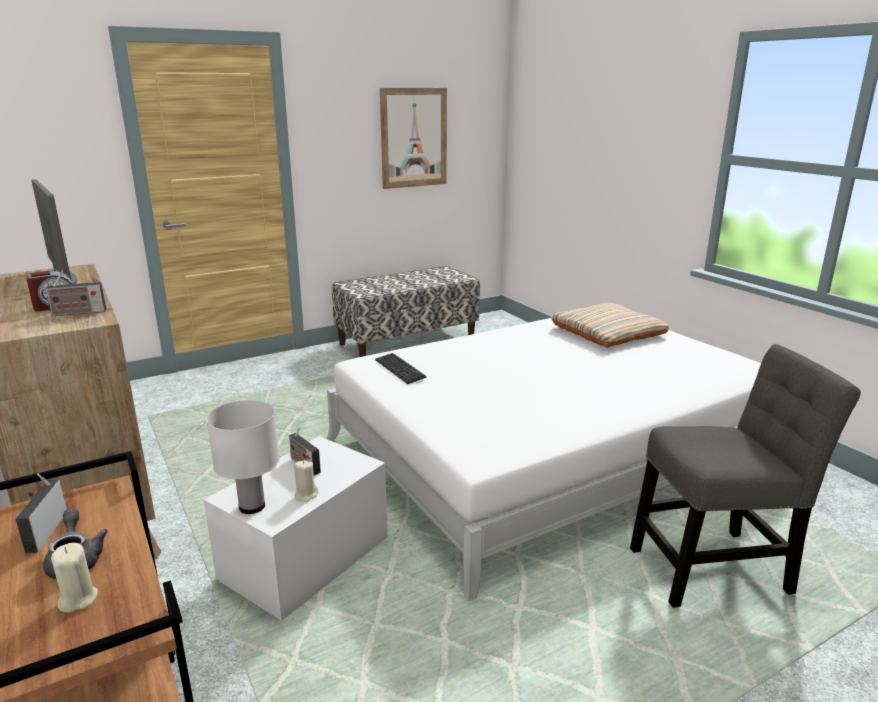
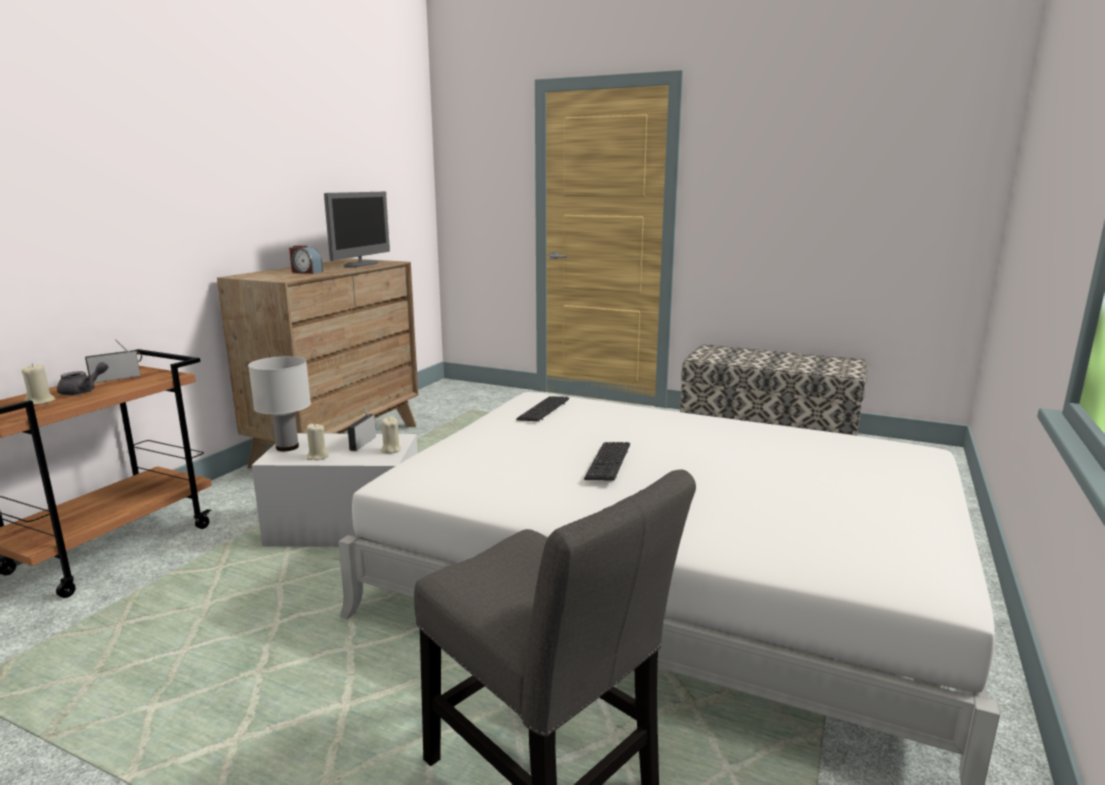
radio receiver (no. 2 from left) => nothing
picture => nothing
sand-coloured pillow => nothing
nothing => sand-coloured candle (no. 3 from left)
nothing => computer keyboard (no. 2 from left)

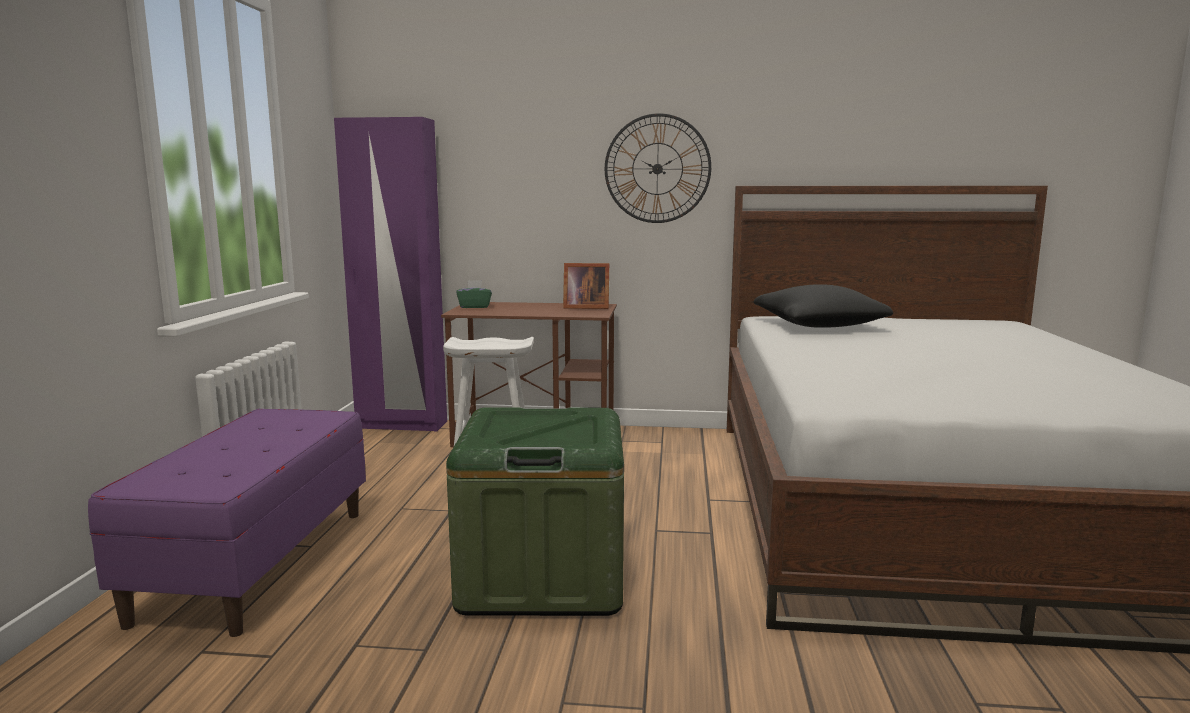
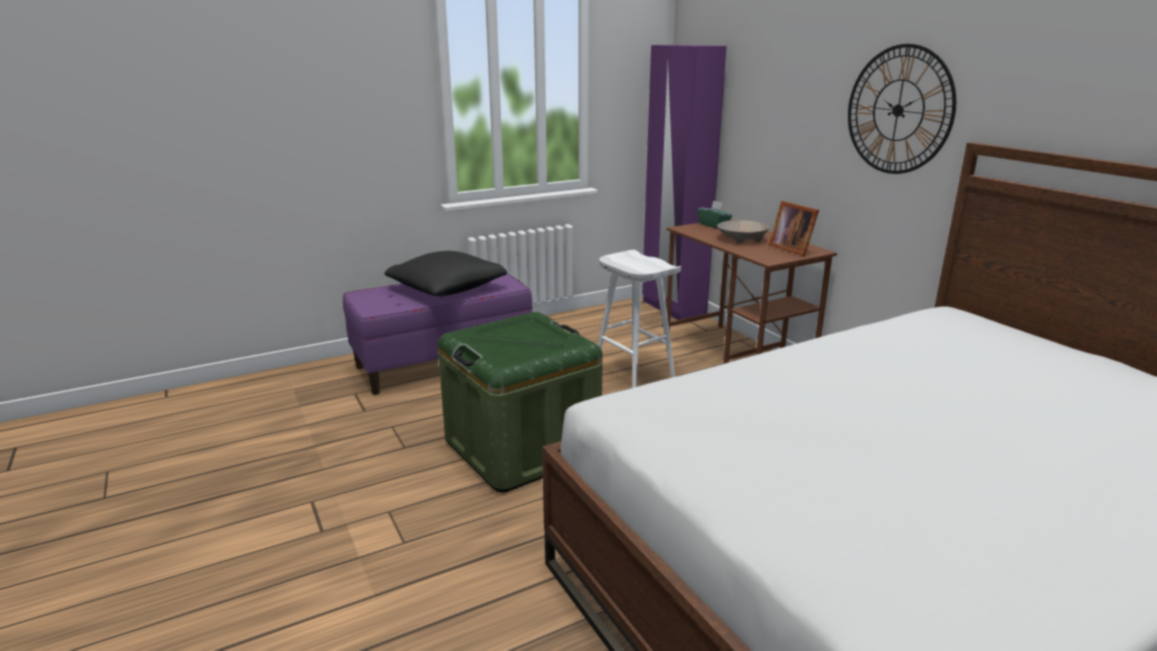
blackish pillow, relocated
nothing => sand-coloured bowl

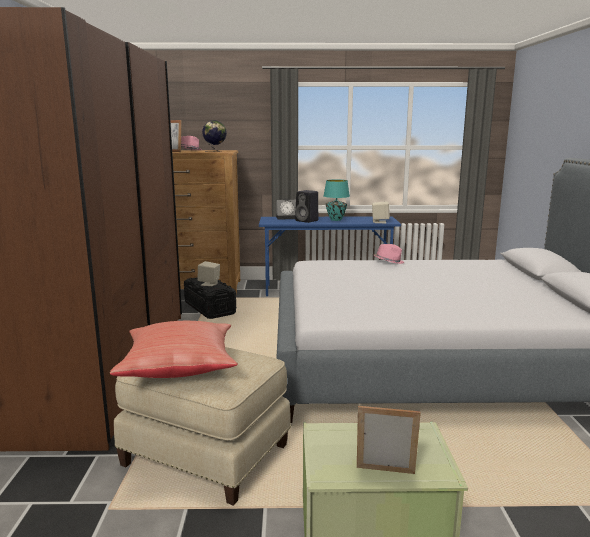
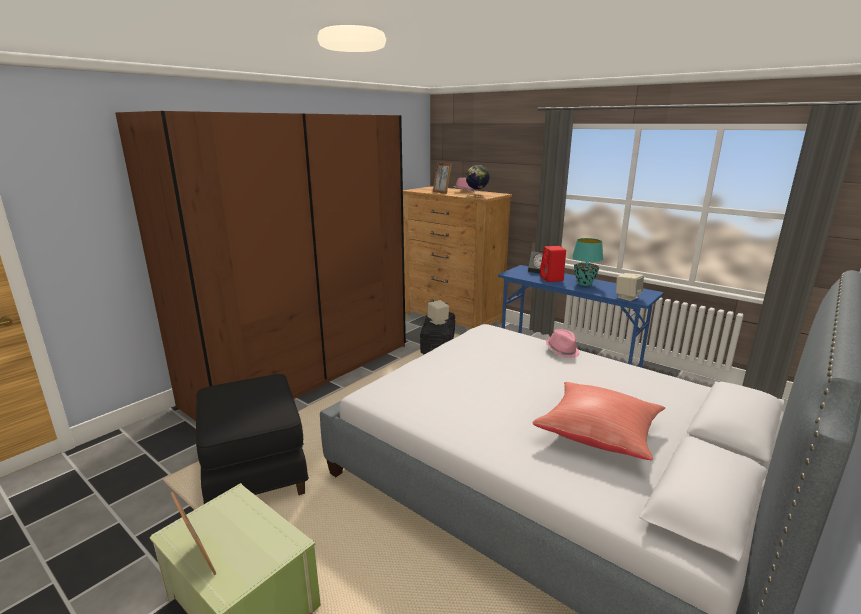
red-coloured pillow, relocated
sand-coloured pouffe => blackish pouffe
blackish speaker => red-coloured speaker

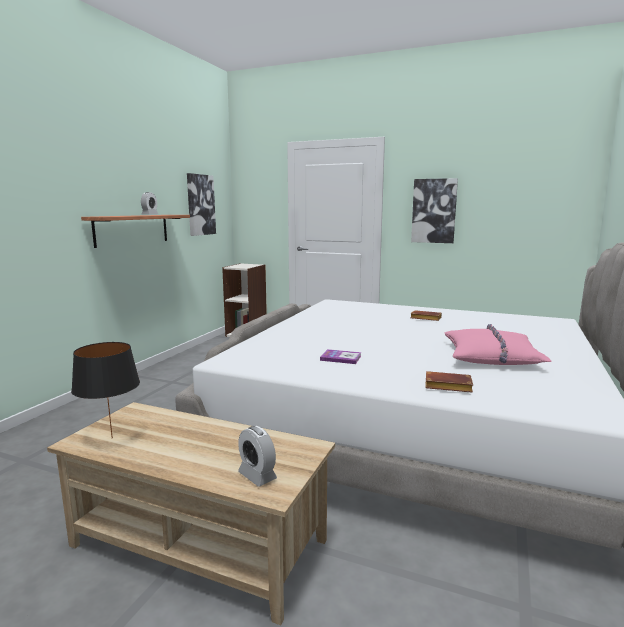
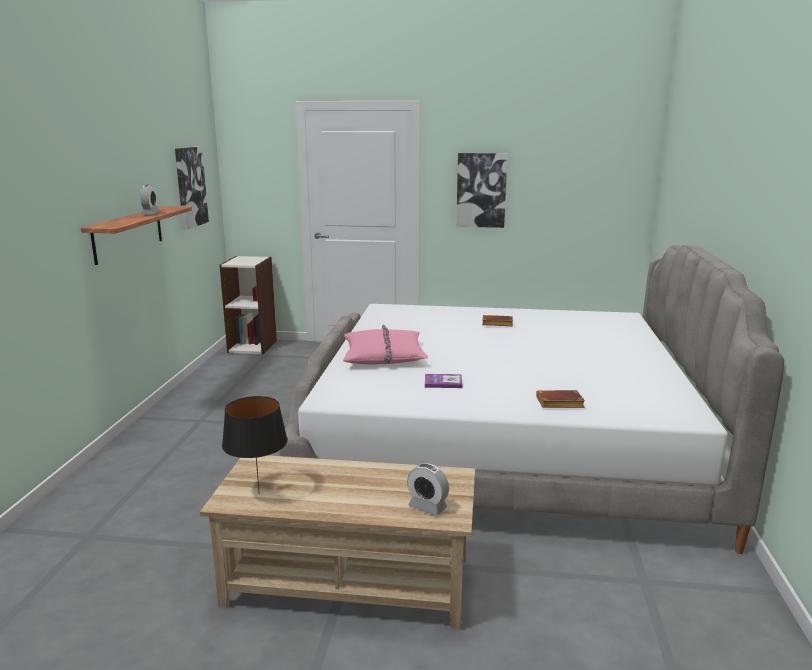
pinkish pillow, relocated

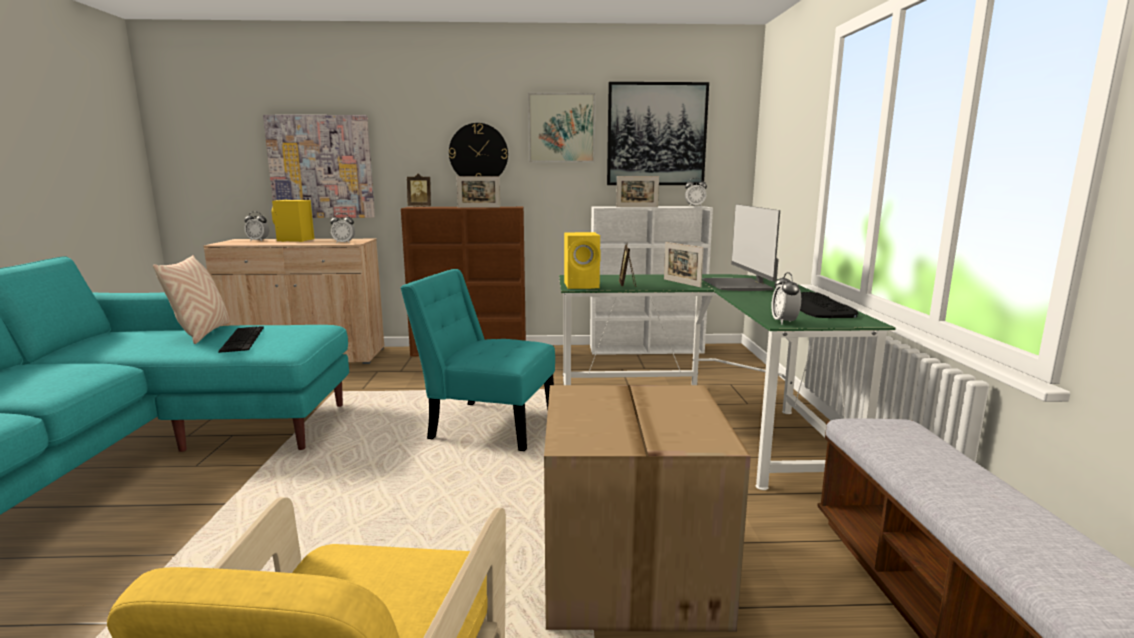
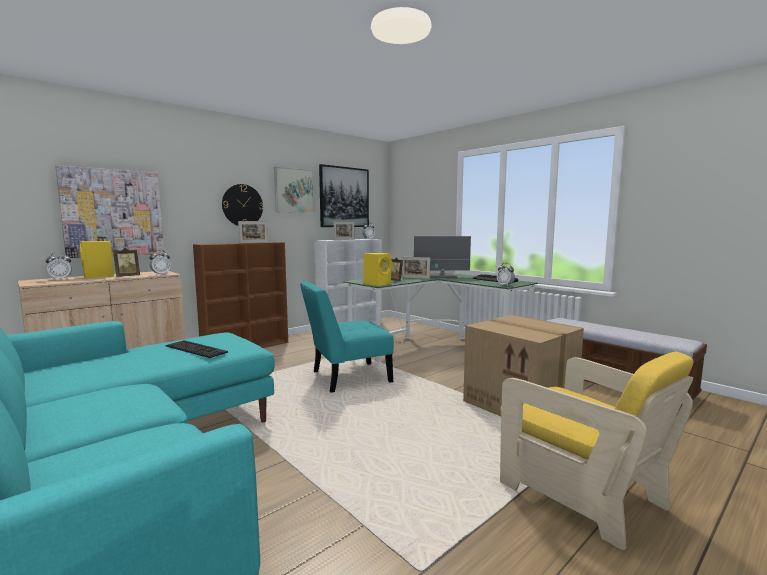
sand-coloured pillow => nothing
standing frame (no. 1 from left), relocated
computer screen, 135 degrees clockwise

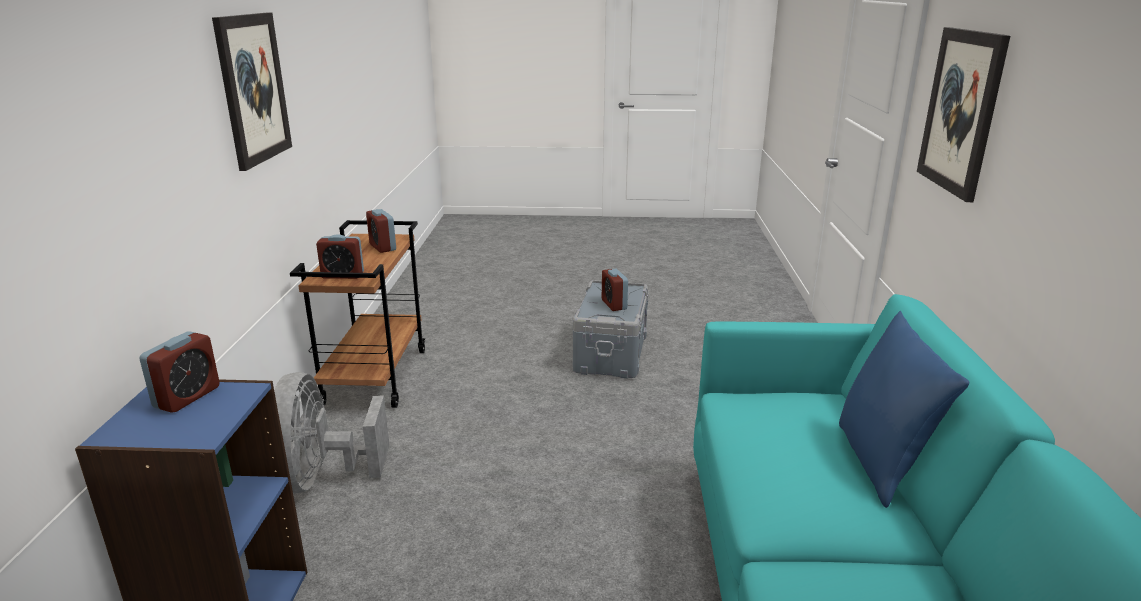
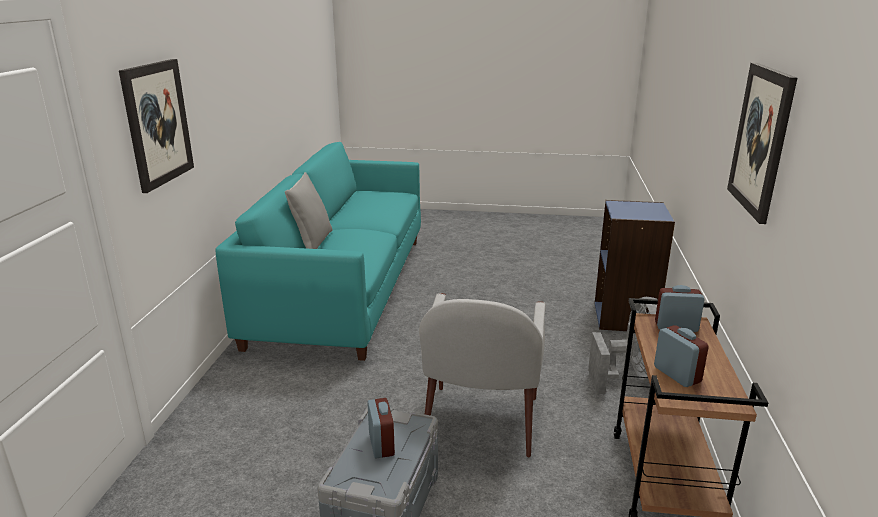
bedside clock (no. 1 from left) => nothing
bluish pillow => grey pillow
nothing => white armchair

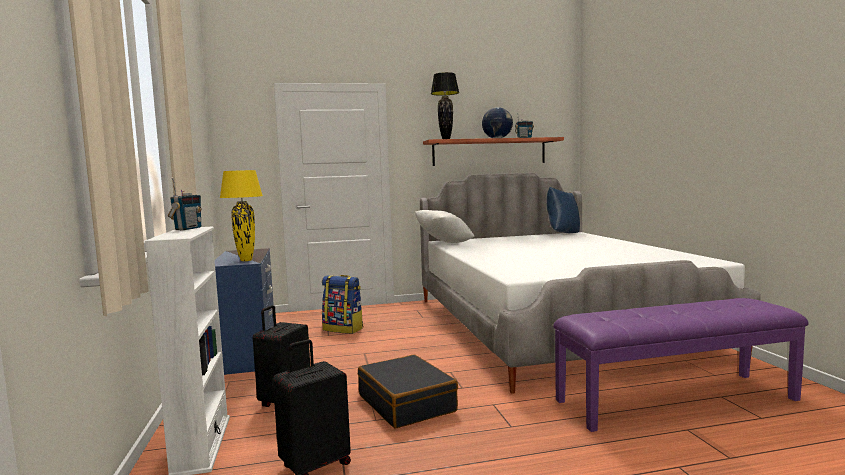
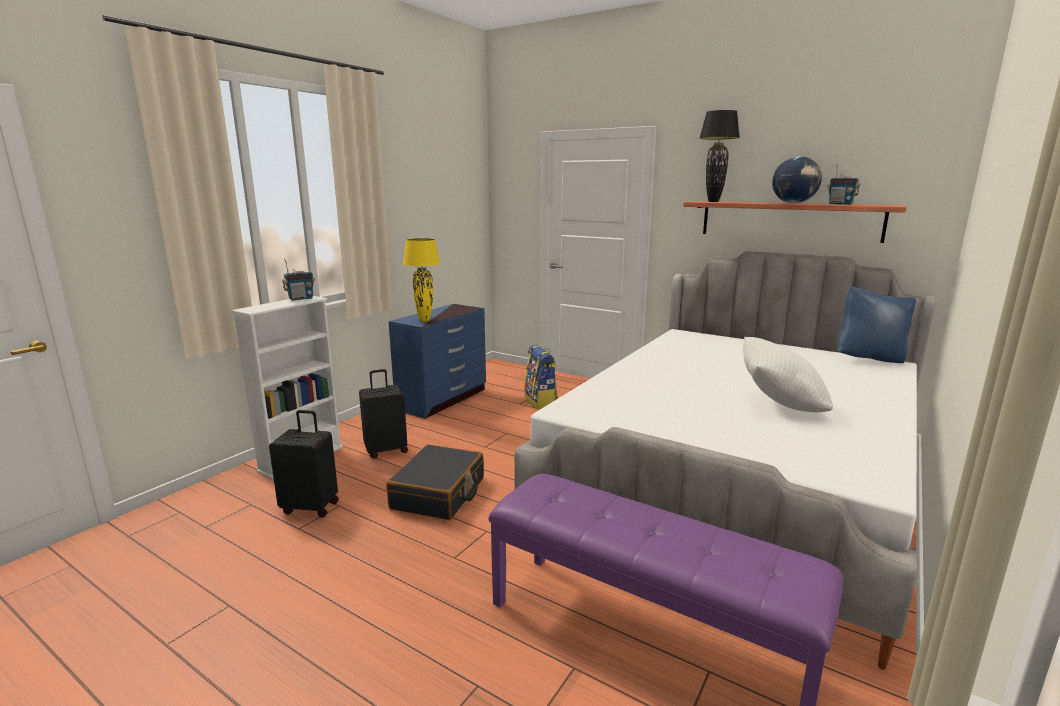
white pillow, relocated

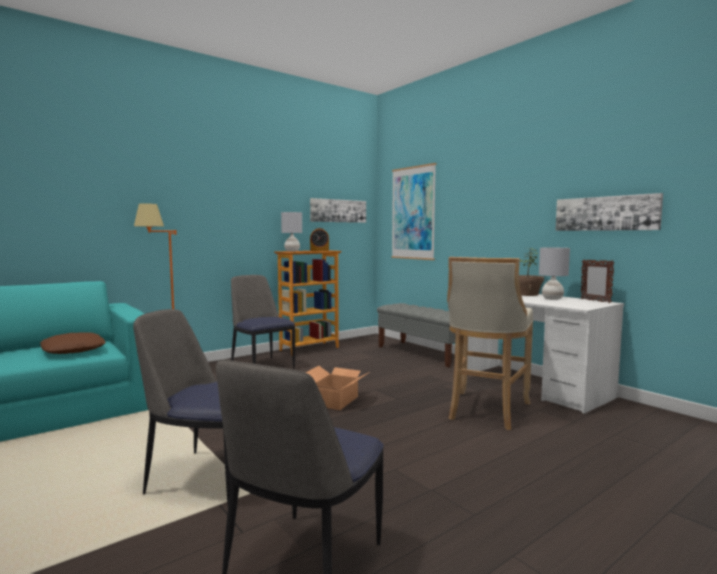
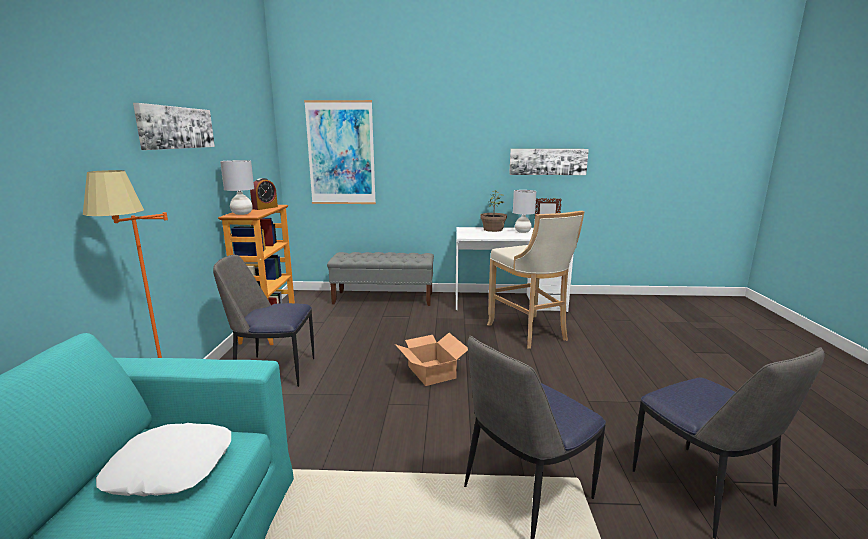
brown-coloured pillow => white pillow
picture (no. 1 from left), relocated

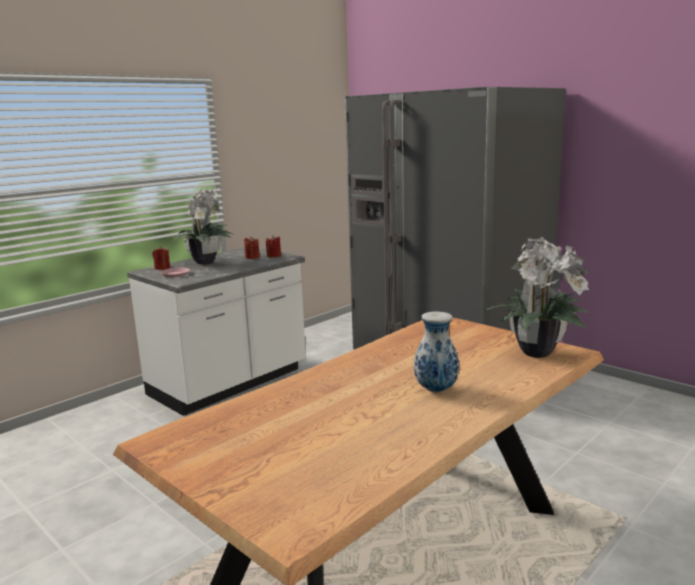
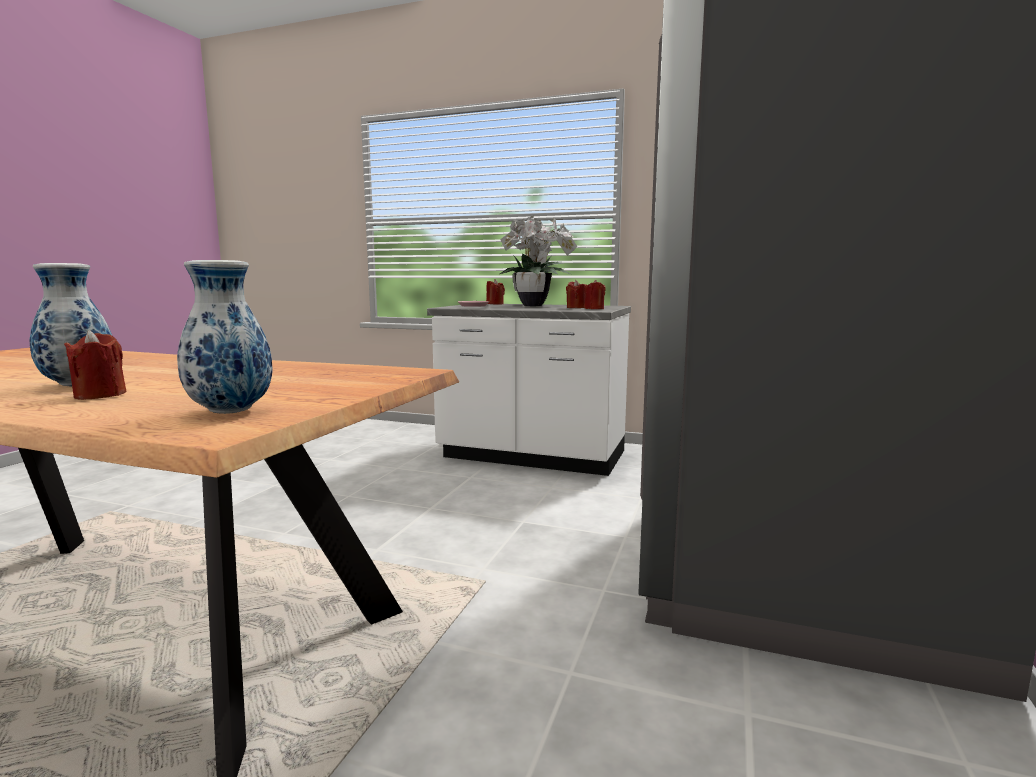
plant in a pot (no. 2 from left) => vase (no. 2 from left)
nothing => red-coloured candle (no. 1 from left)

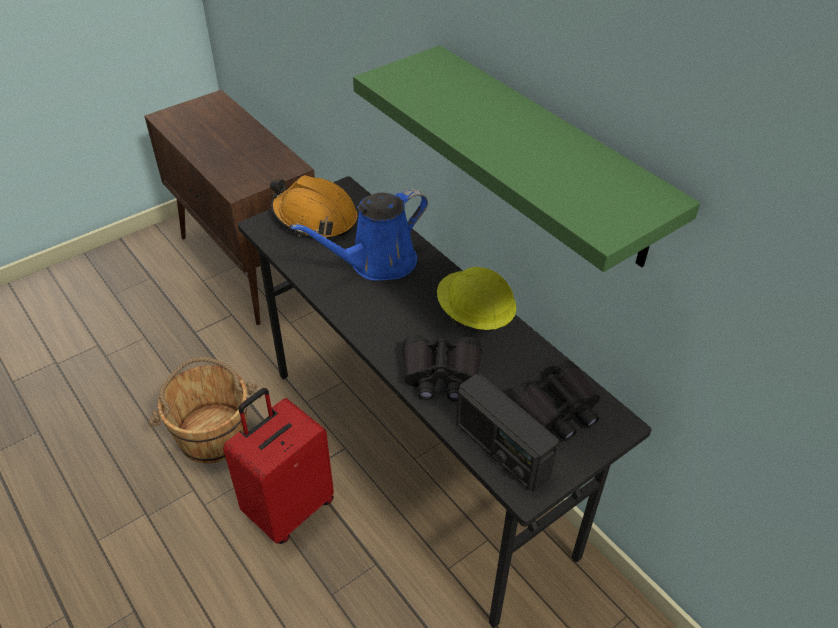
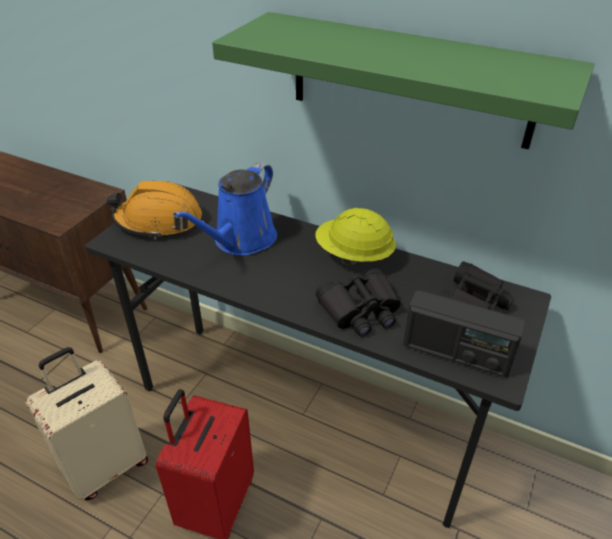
brown-coloured water bucket => sand-coloured travel case

